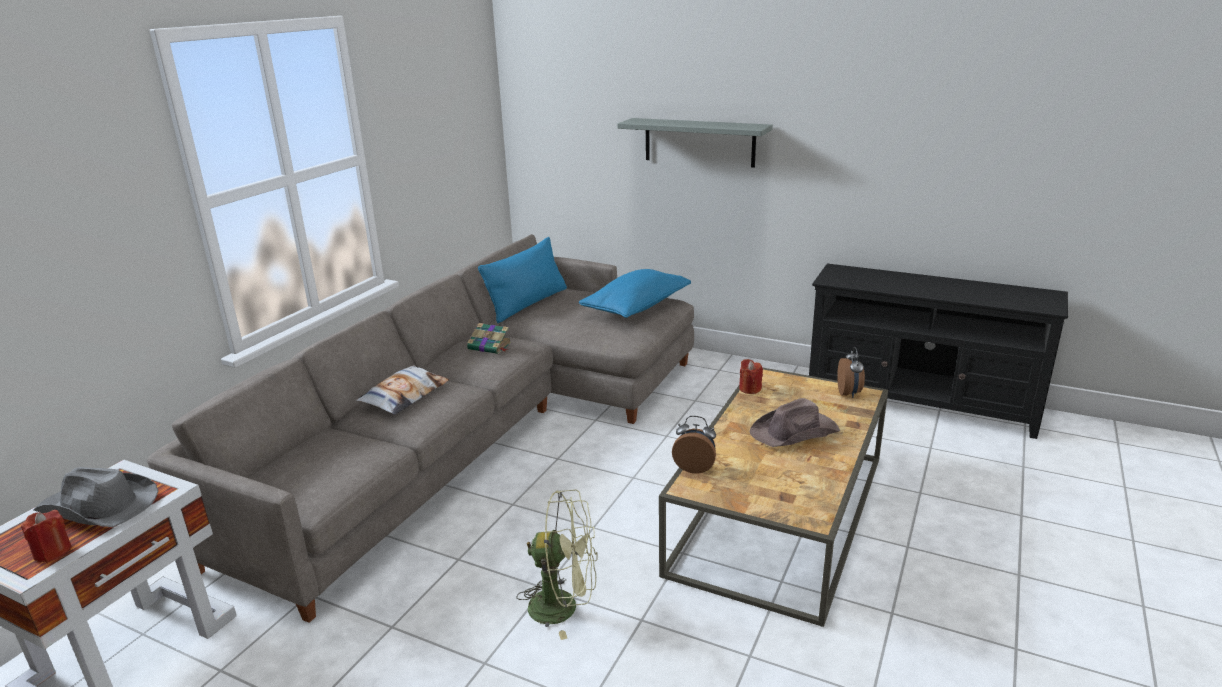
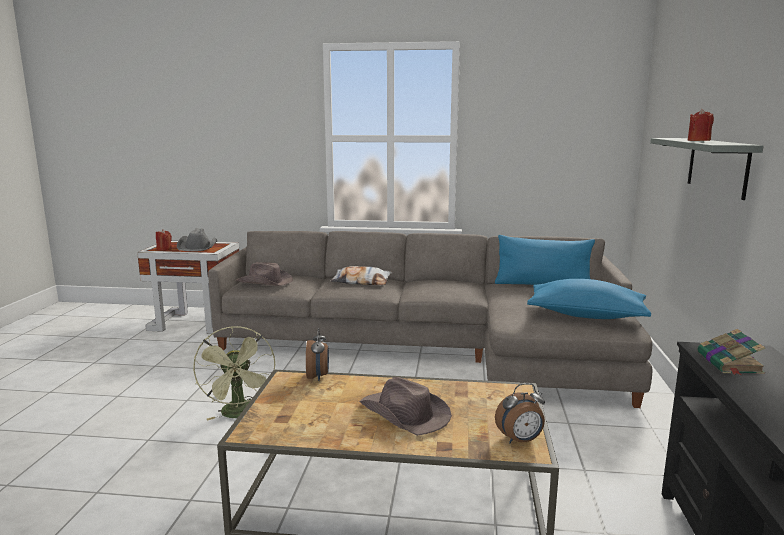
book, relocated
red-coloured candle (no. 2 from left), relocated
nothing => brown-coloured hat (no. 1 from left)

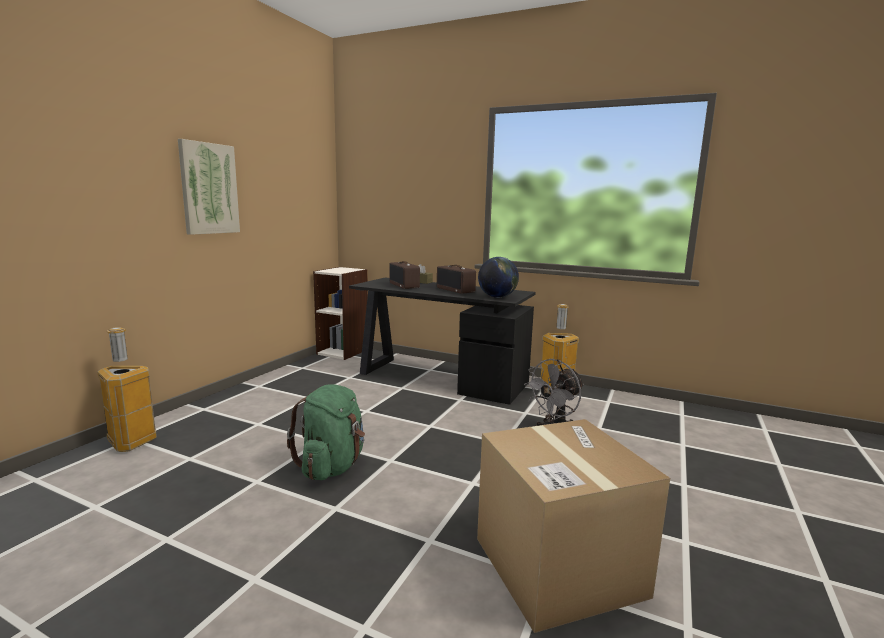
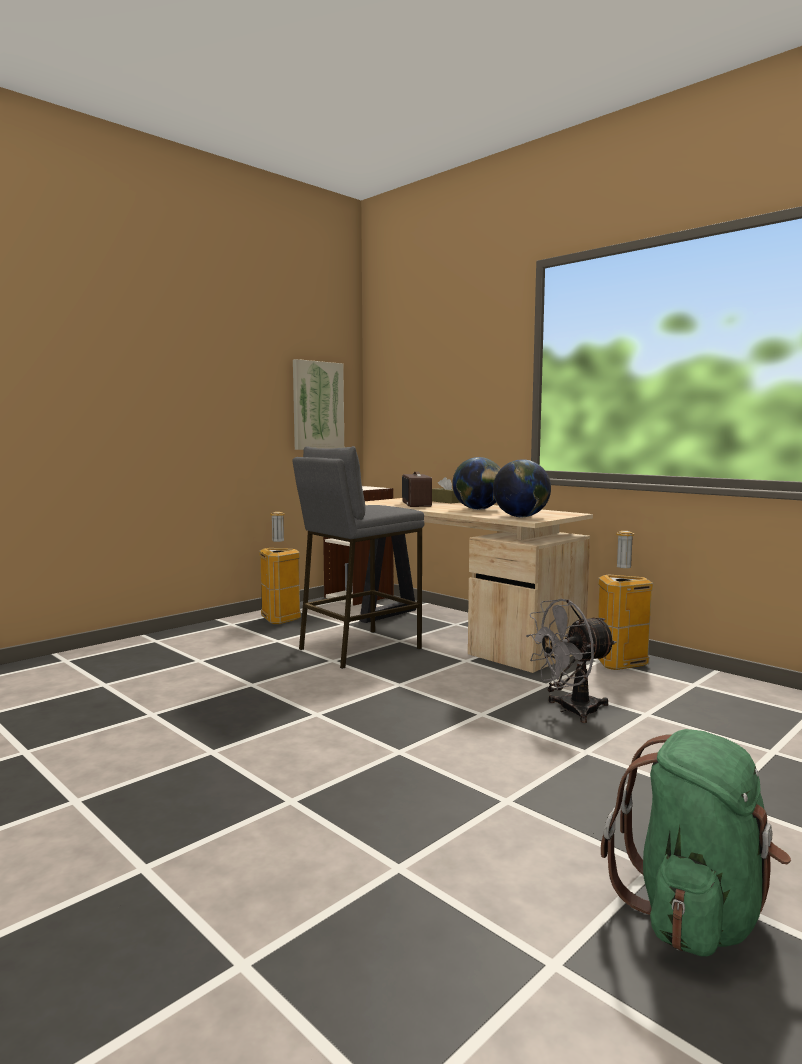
waste bin (no. 1 from left), relocated
picture, relocated
greenish backpack, relocated
blackish desk table => sand-coloured desk table
radio receiver (no. 2 from left) => desk globe (no. 1 from left)
packing box => nothing
nothing => grey stool seat

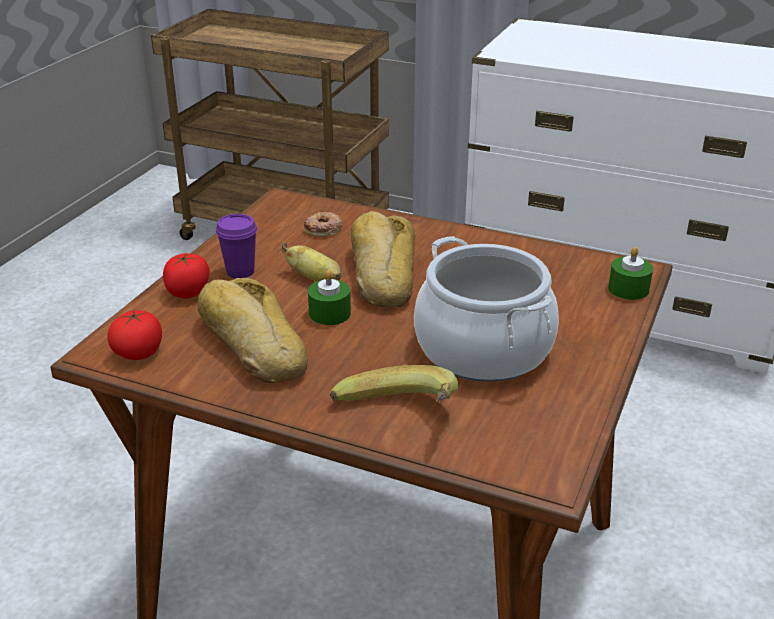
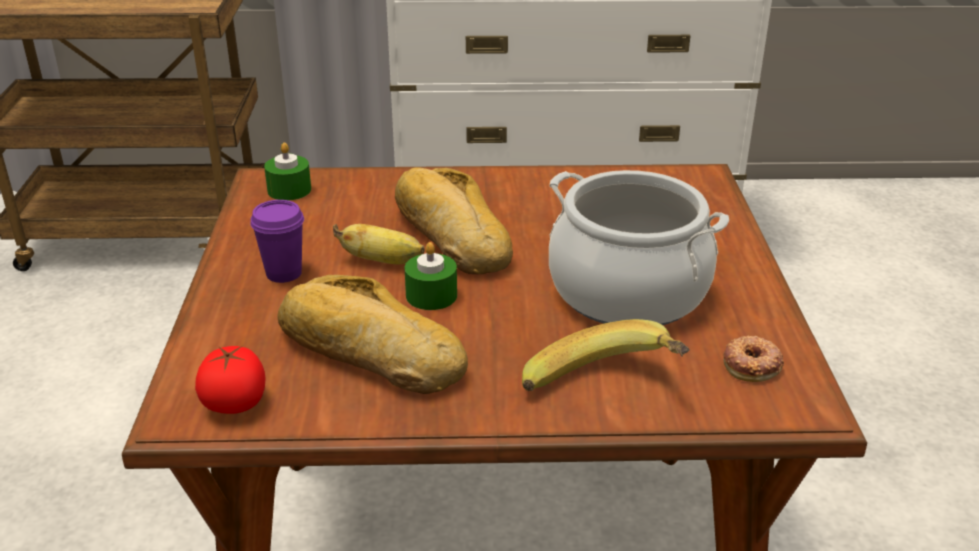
tomato (no. 2 from left) => nothing
doughnut, relocated
greenish candle (no. 2 from left in the first image) => greenish candle (no. 1 from left), relocated

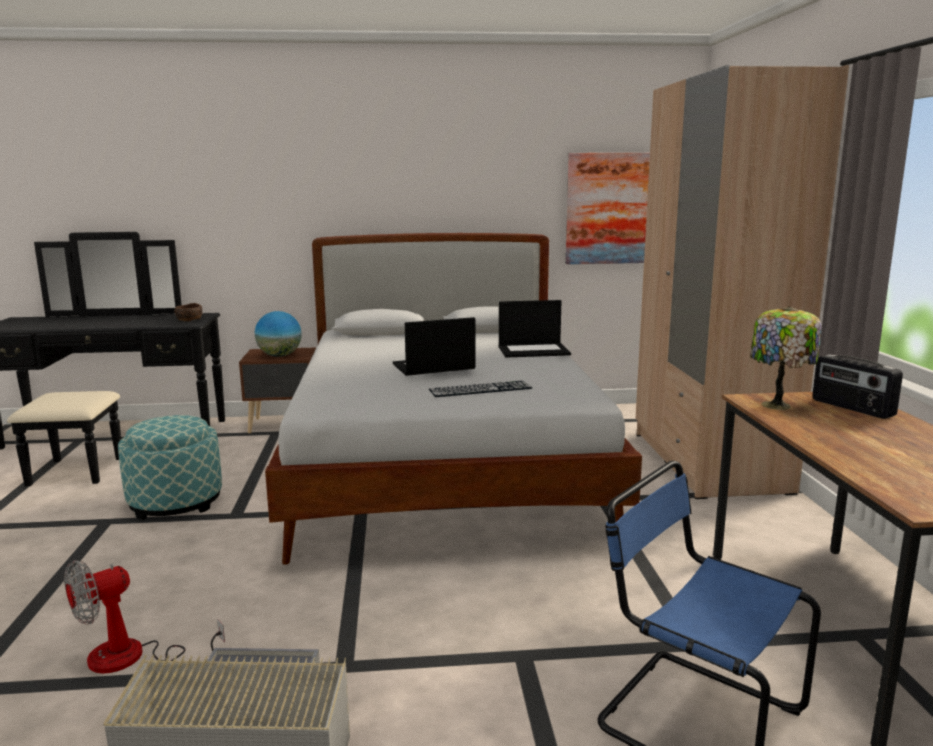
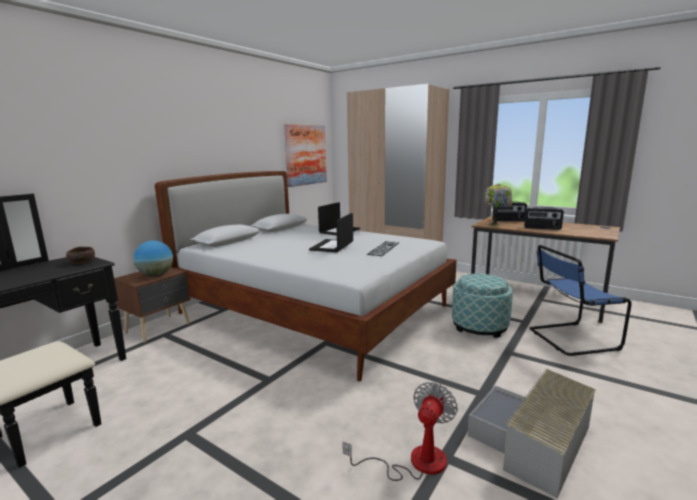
electric fan, 150 degrees counterclockwise
pouffe, relocated
nothing => radio receiver (no. 2 from left)

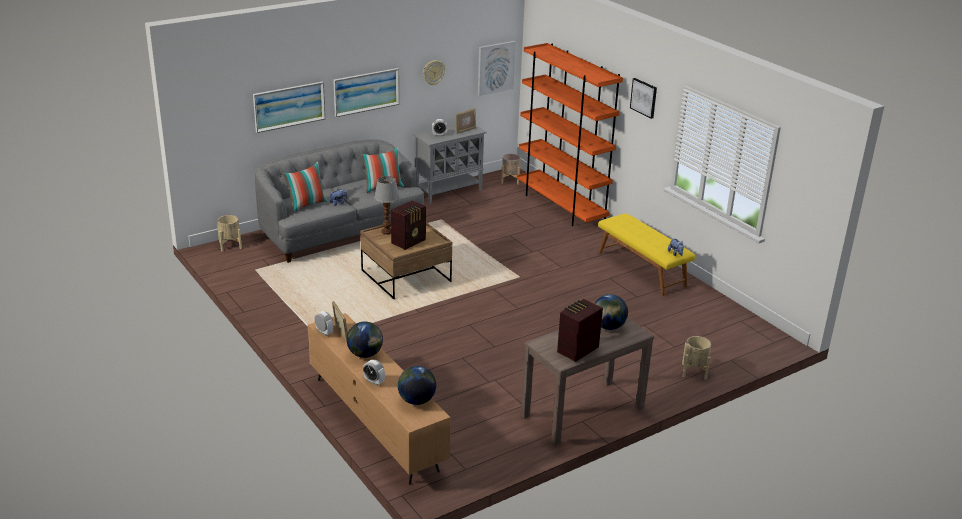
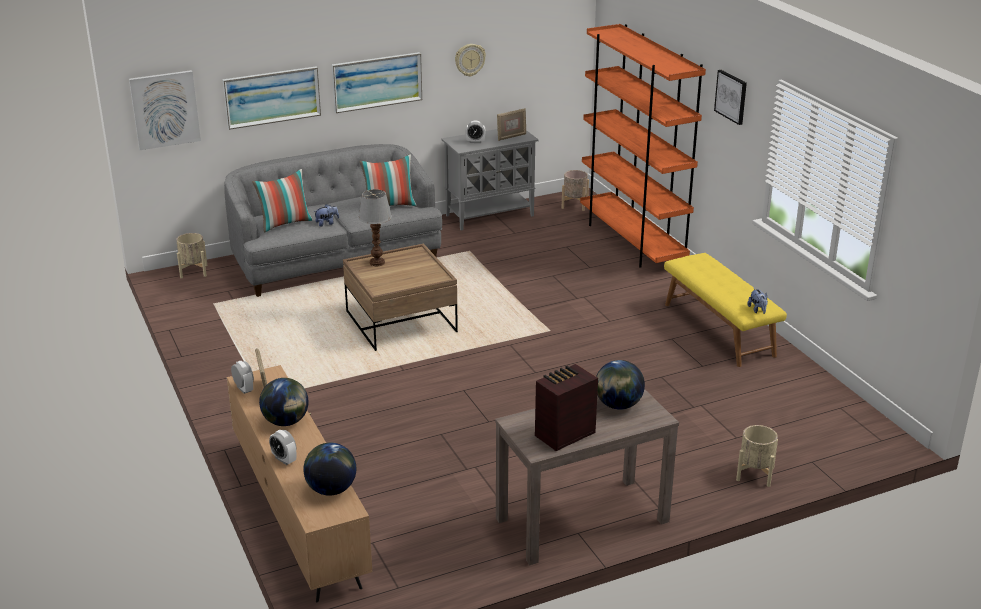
radio receiver (no. 1 from left) => nothing
picture (no. 3 from left in the first image) => picture (no. 1 from left), relocated

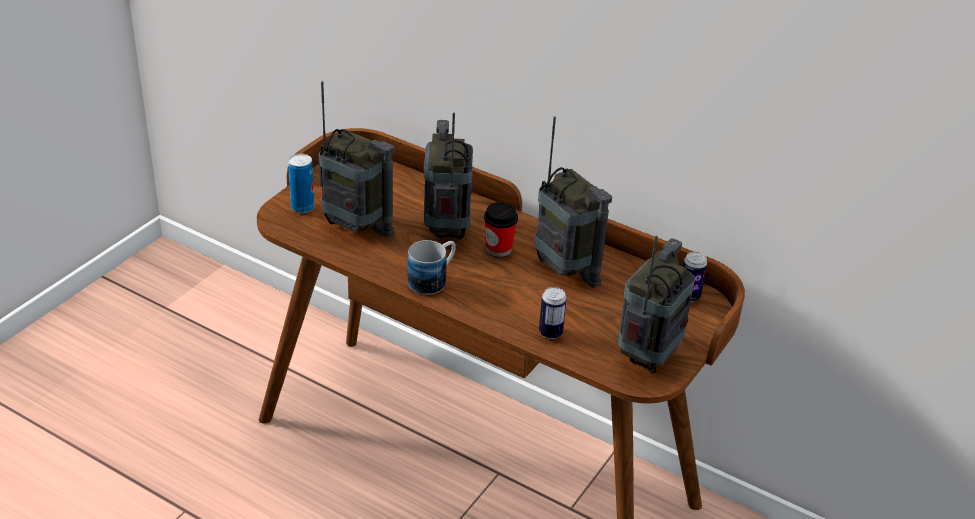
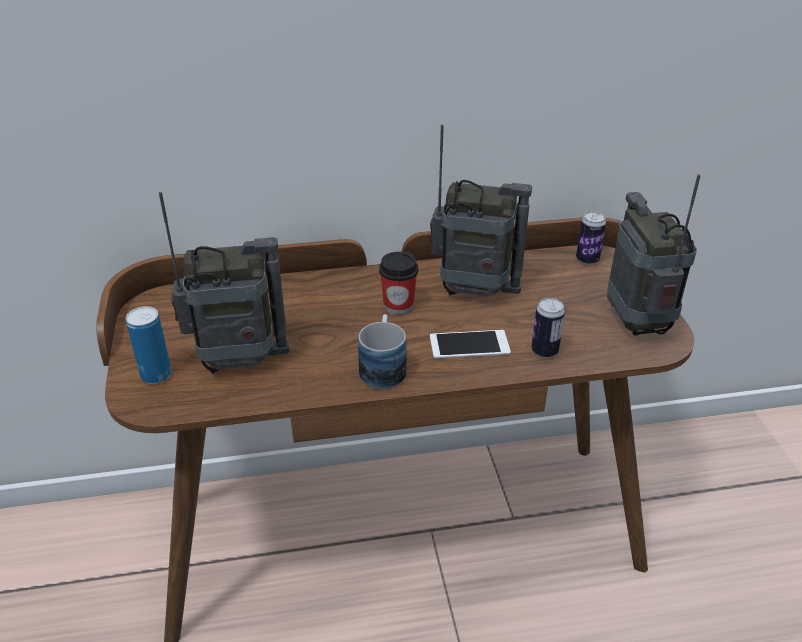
radio receiver (no. 2 from left) => nothing
nothing => phone

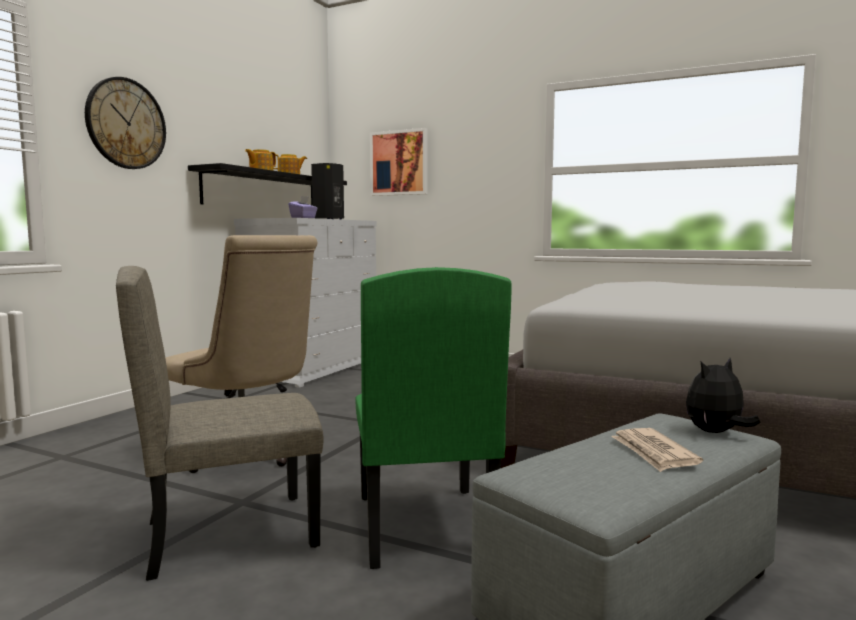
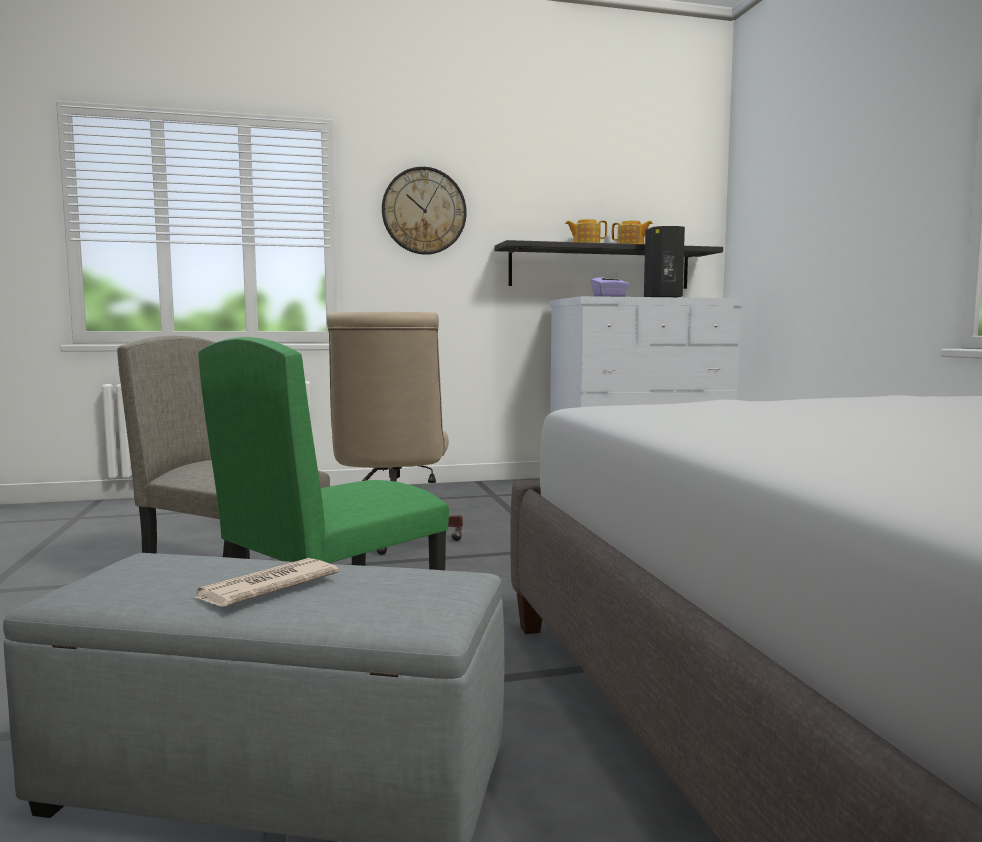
picture => nothing
plush toy => nothing

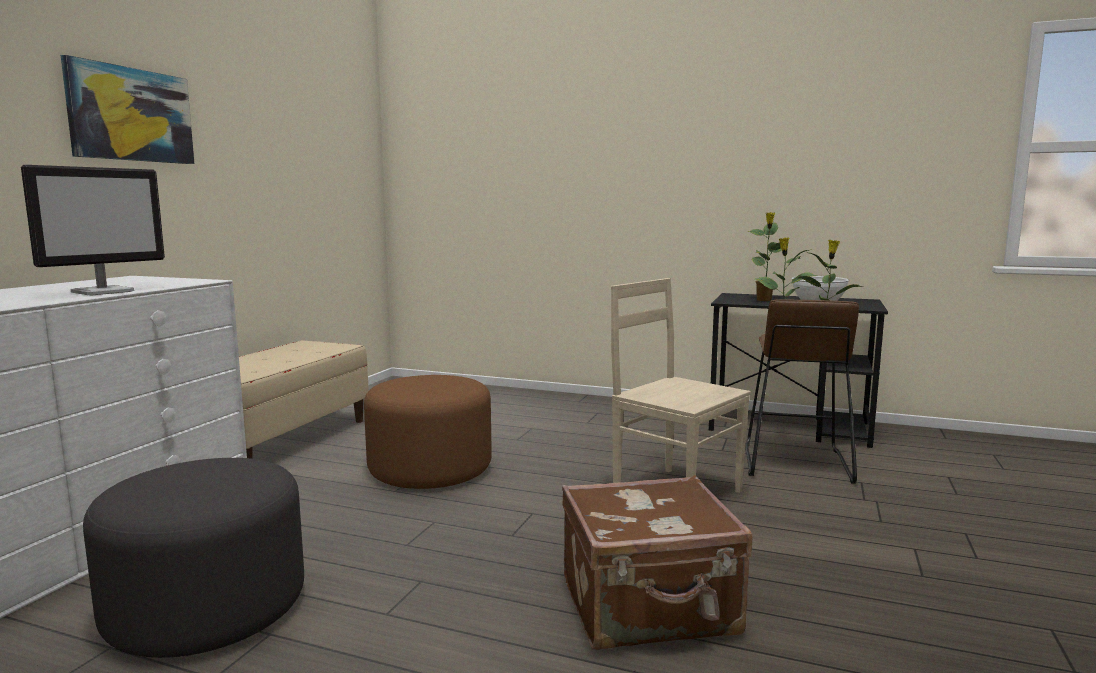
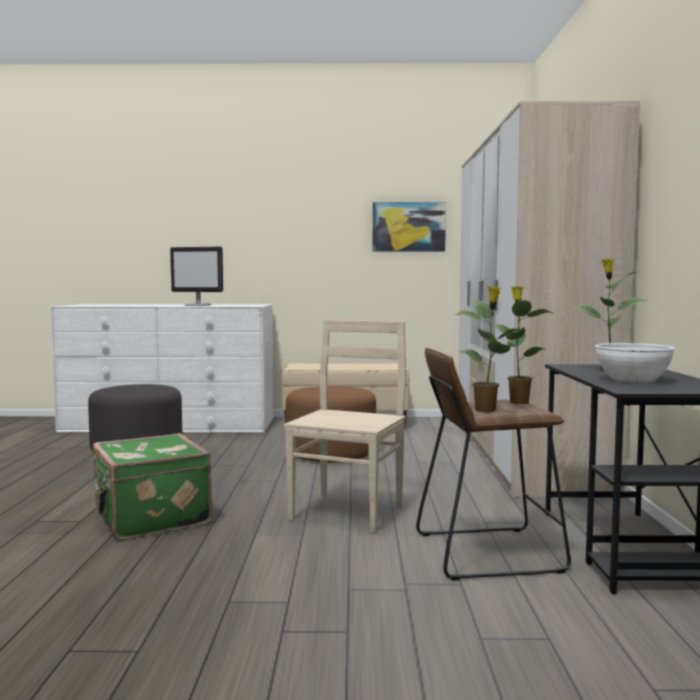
picture, relocated
brown-coloured travel case => greenish travel case
nothing => armoire

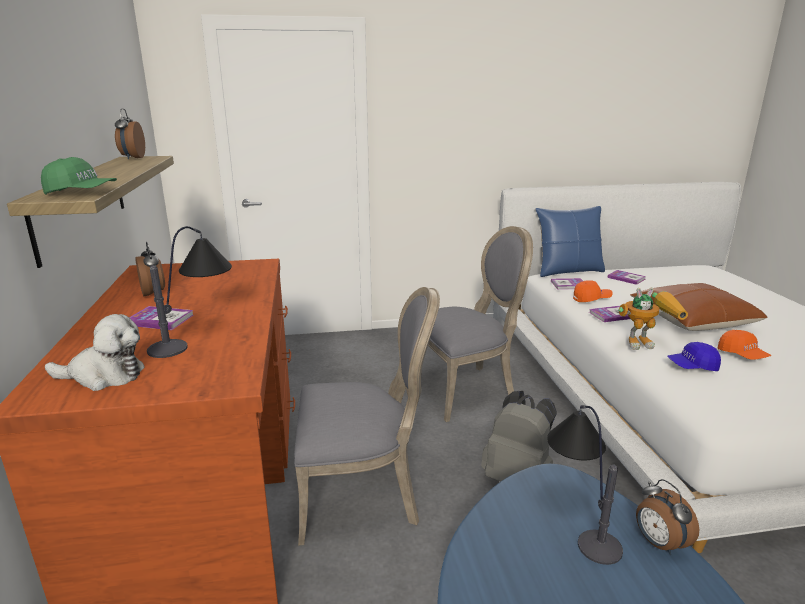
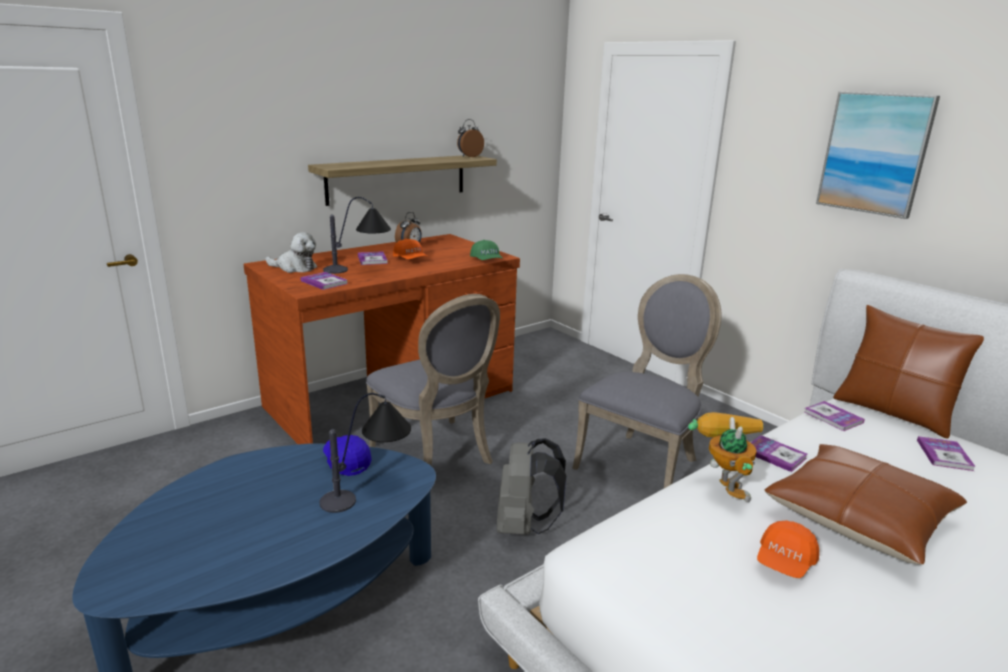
greenish baseball cap, relocated
plush toy, 45 degrees counterclockwise
grey plain chair (no. 2 from left), 90 degrees counterclockwise
bluish pillow => brown-coloured pillow (no. 2 from left)
orange-coloured baseball cap (no. 1 from left), relocated
robot figure, 150 degrees counterclockwise
bedside clock (no. 3 from left) => nothing
bluish baseball cap, relocated
nothing => book (no. 1 from left)
nothing => picture

